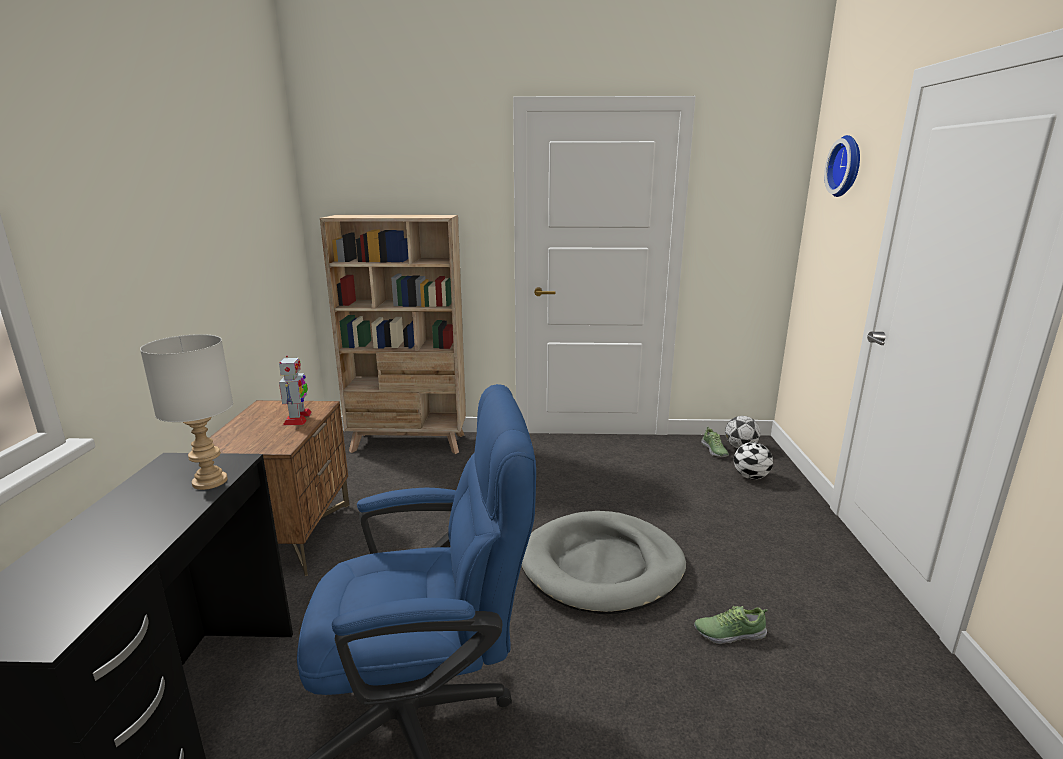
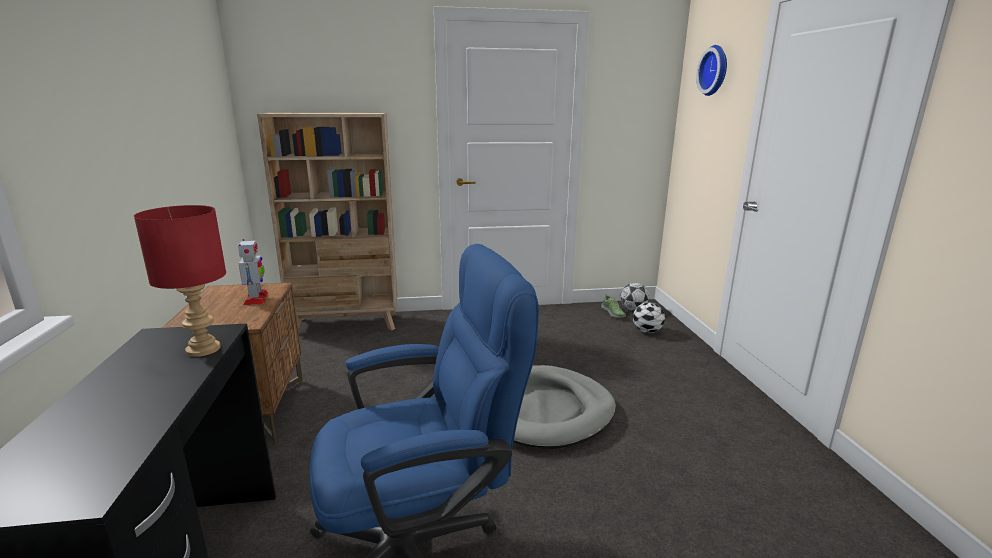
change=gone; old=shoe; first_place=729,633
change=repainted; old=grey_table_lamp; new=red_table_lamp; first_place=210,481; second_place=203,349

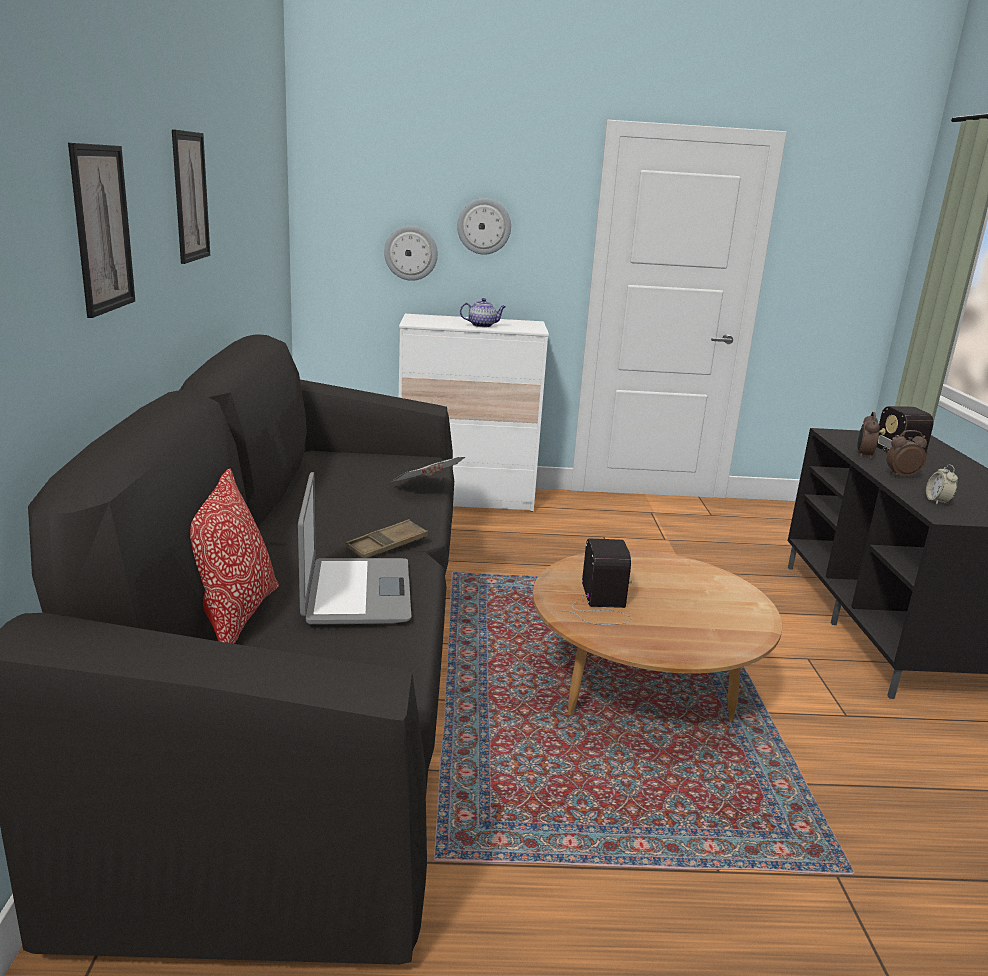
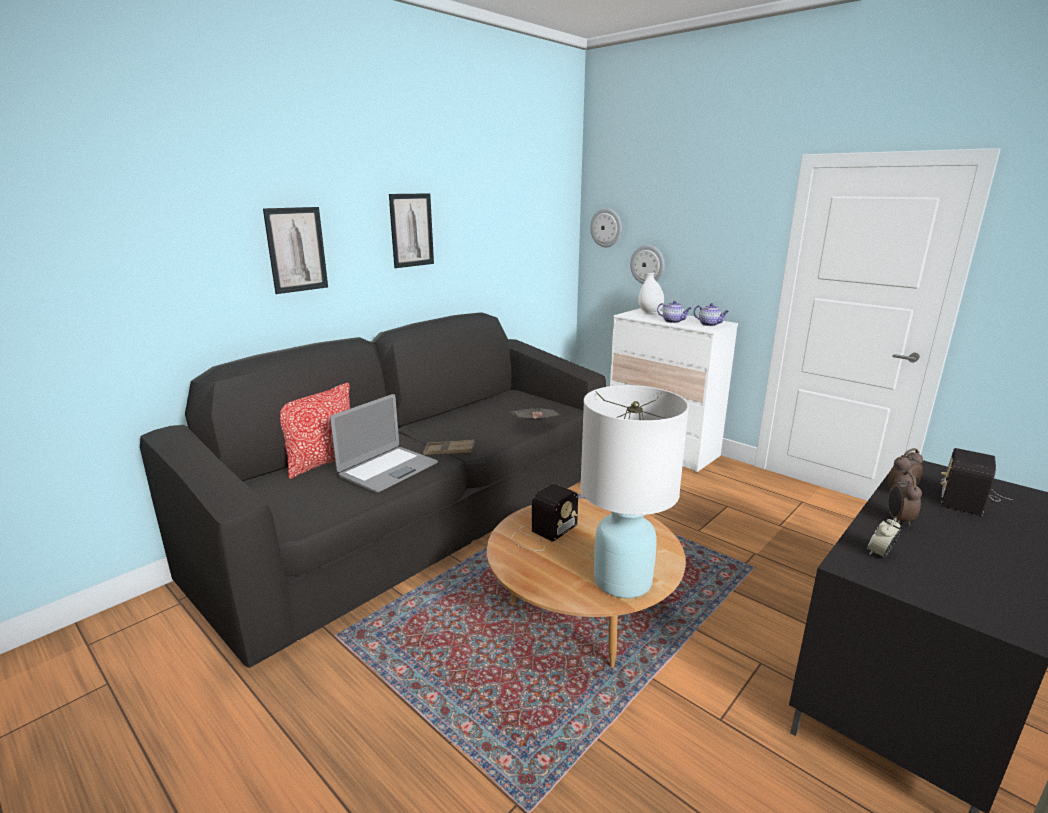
change=new; new=white_table_lamp; second_place=622,581
change=new; new=white_vase; second_place=650,313
change=new; new=teapot; second_place=710,324
change=shifted; old=wall_clock; first_place=484,226; second_place=606,227
change=rotated; old=alarm_clock; first_place=901,476; second_place=898,520; degrees=-120

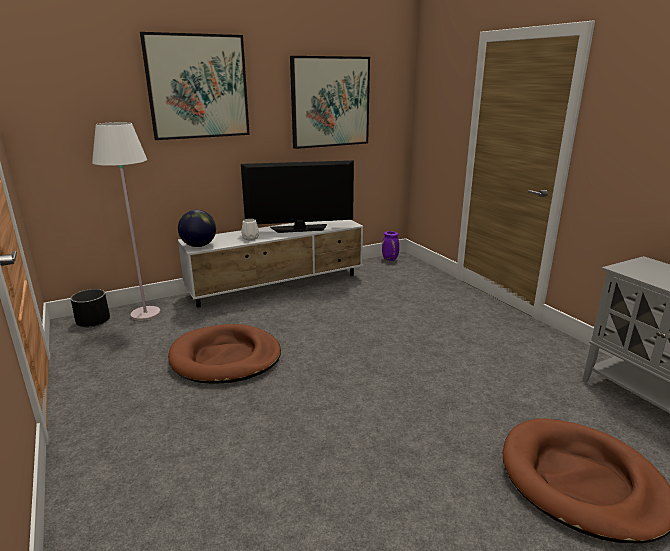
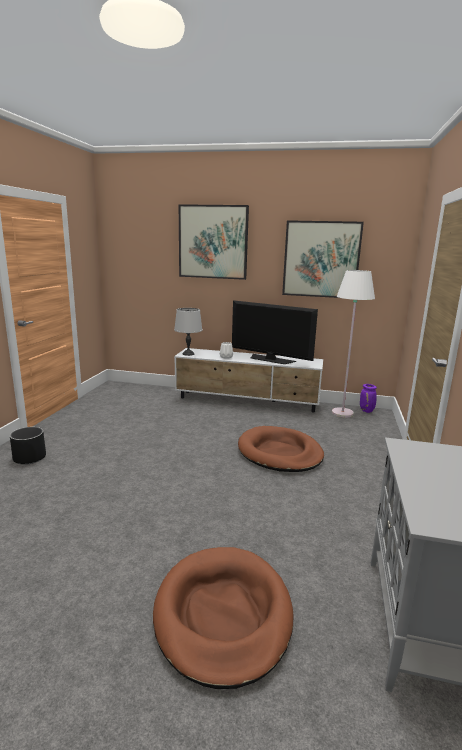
change=shifted; old=black_planter; first_place=93,321; second_place=30,458
change=shifted; old=white_floor_lamp; first_place=145,314; second_place=342,413
change=shifted; old=brown_dog_bed; first_place=225,358; second_place=279,453
change=swapped; old=globe; new=grey_table_lamp; first_place=199,246; second_place=188,354

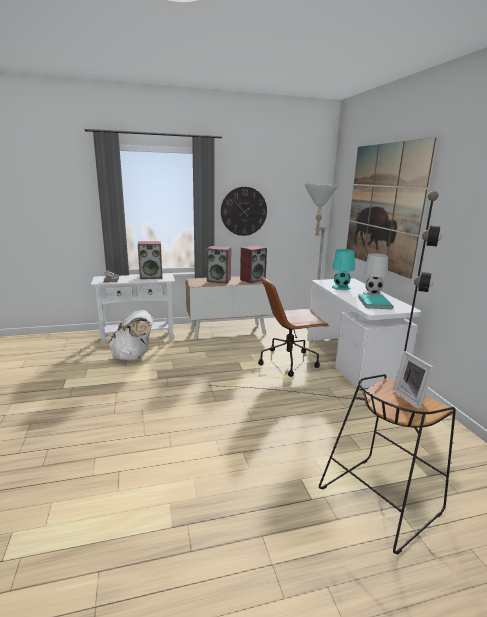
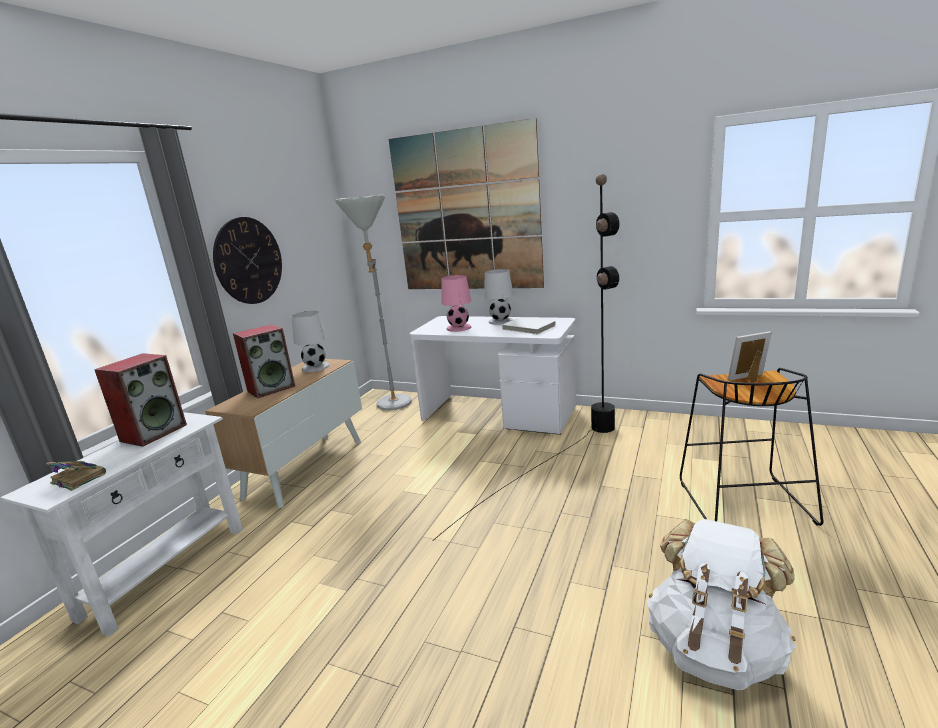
change=gone; old=brown_office_chair; first_place=289,361
change=shifted; old=white_backpack; first_place=134,356; second_place=715,649
change=swapped; old=speaker; new=white_table_lamp; first_place=252,279; second_place=315,367
change=repainted; old=turquoise_table_lamp; new=pink_table_lamp; first_place=341,287; second_place=459,328
change=repainted; old=turquoise_book; new=white_book; first_place=373,303; second_place=528,328
change=rotated; old=picture_frame; first_place=410,398; second_place=750,379; degrees=150

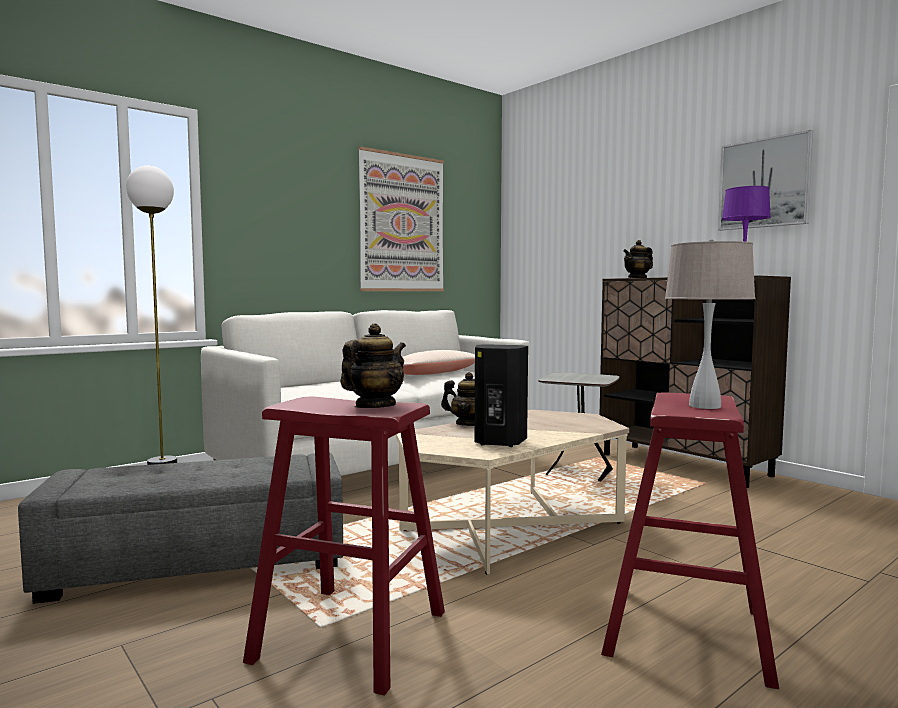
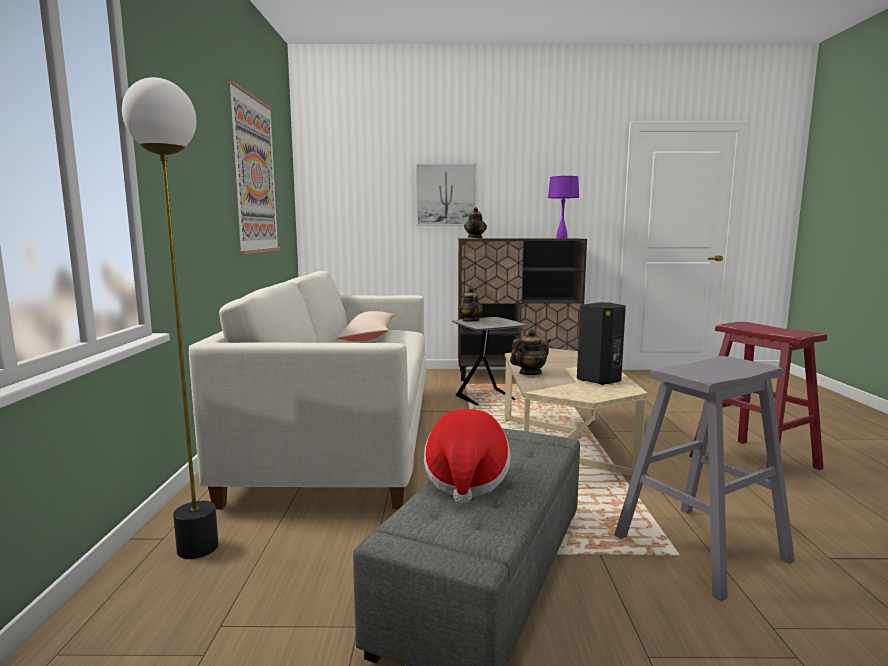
change=gone; old=beige_table_lamp; first_place=704,406
change=new; new=hat; second_place=466,480
change=shifted; old=teapot; first_place=374,406; second_place=470,320
change=shifted; old=picture; first_place=764,183; second_place=446,195
change=repainted; old=red_stool; new=grey_stool; first_place=350,636; second_place=700,549

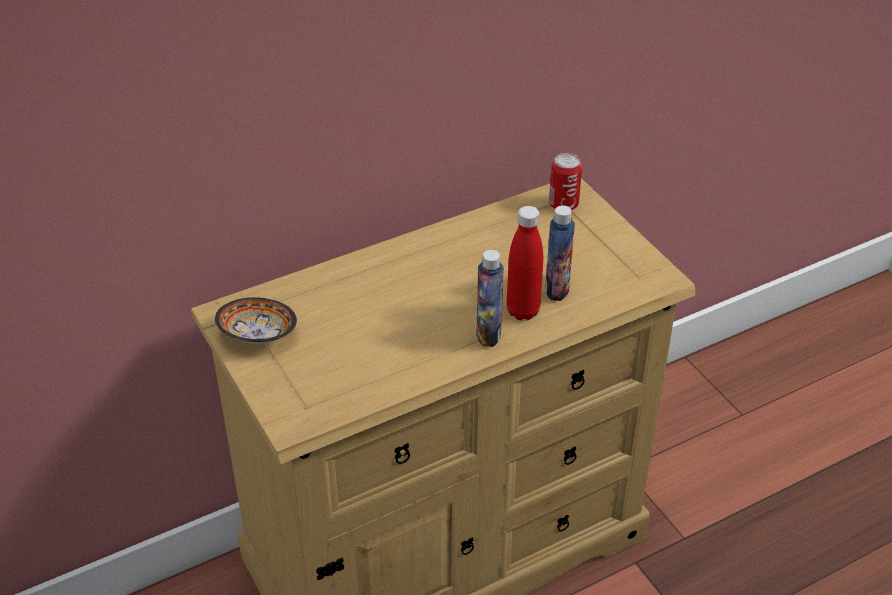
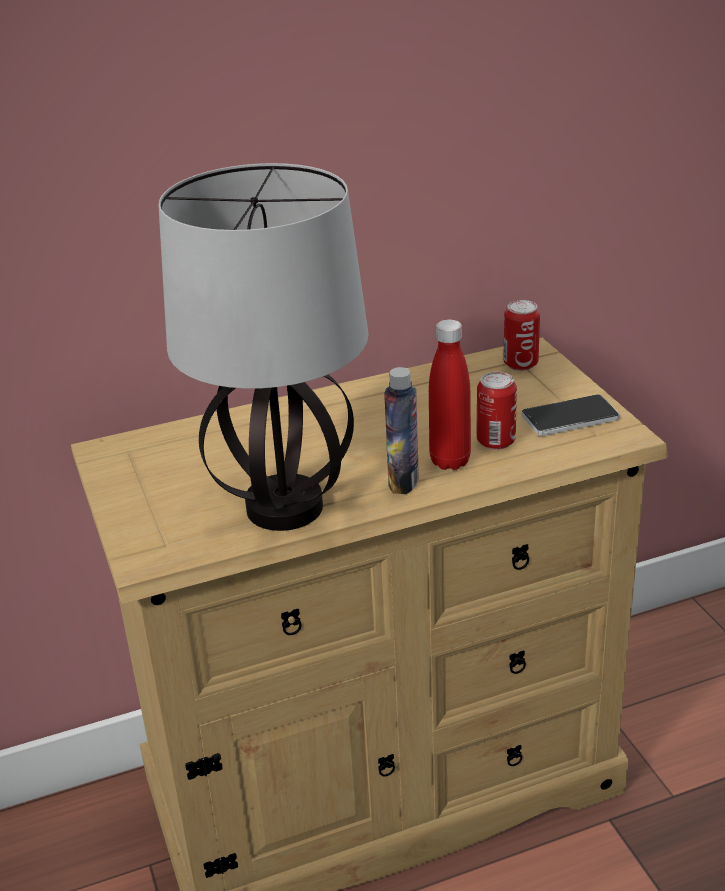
change=gone; old=bowl; first_place=258,335
change=new; new=table_lamp; second_place=287,508
change=new; new=phone; second_place=569,418
change=swapped; old=bottle; new=can; first_place=557,289; second_place=496,441

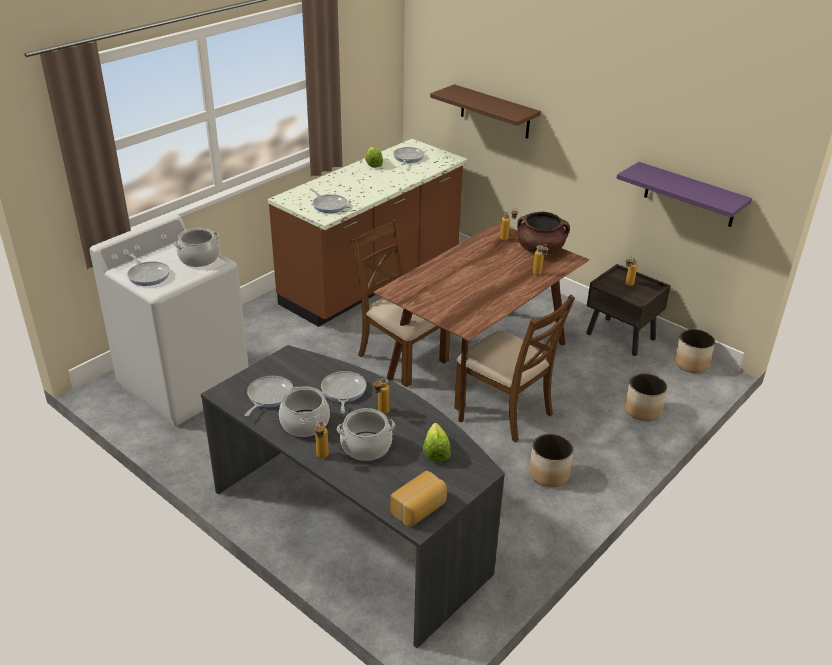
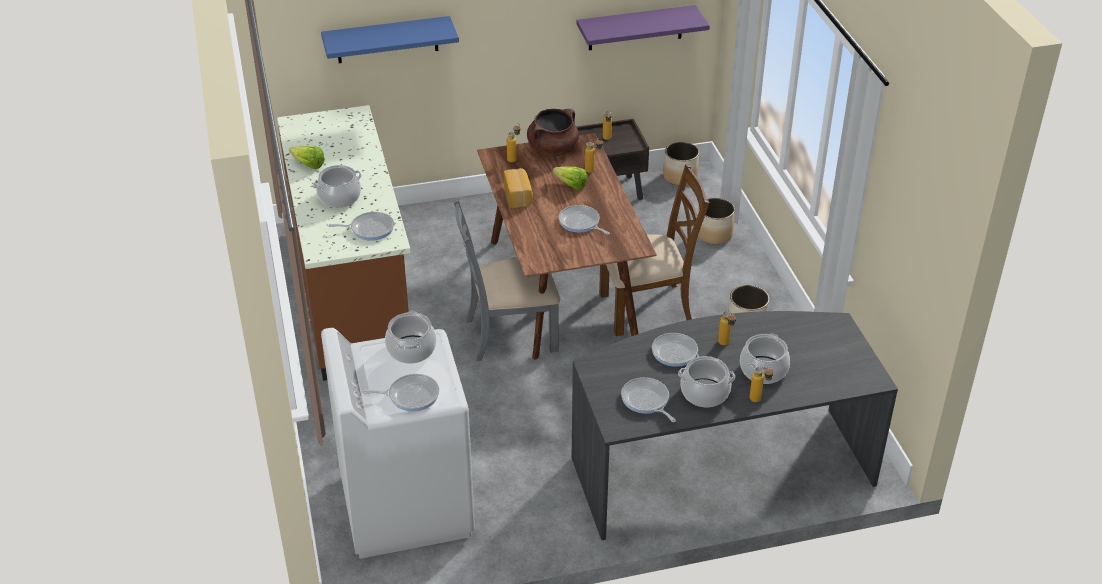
change=new; new=cooking_pot; second_place=339,198
change=shifted; old=bread; first_place=419,509; second_place=518,196
change=shifted; old=frying_pan; first_place=408,158; second_place=580,223
change=shifted; old=lettuce; first_place=436,450; second_place=569,184
change=repainted; old=brown_chair; new=grey_chair; first_place=401,358; second_place=509,334
change=repainted; old=brown_shelf; new=blue_shelf; first_place=495,112; second_place=387,40

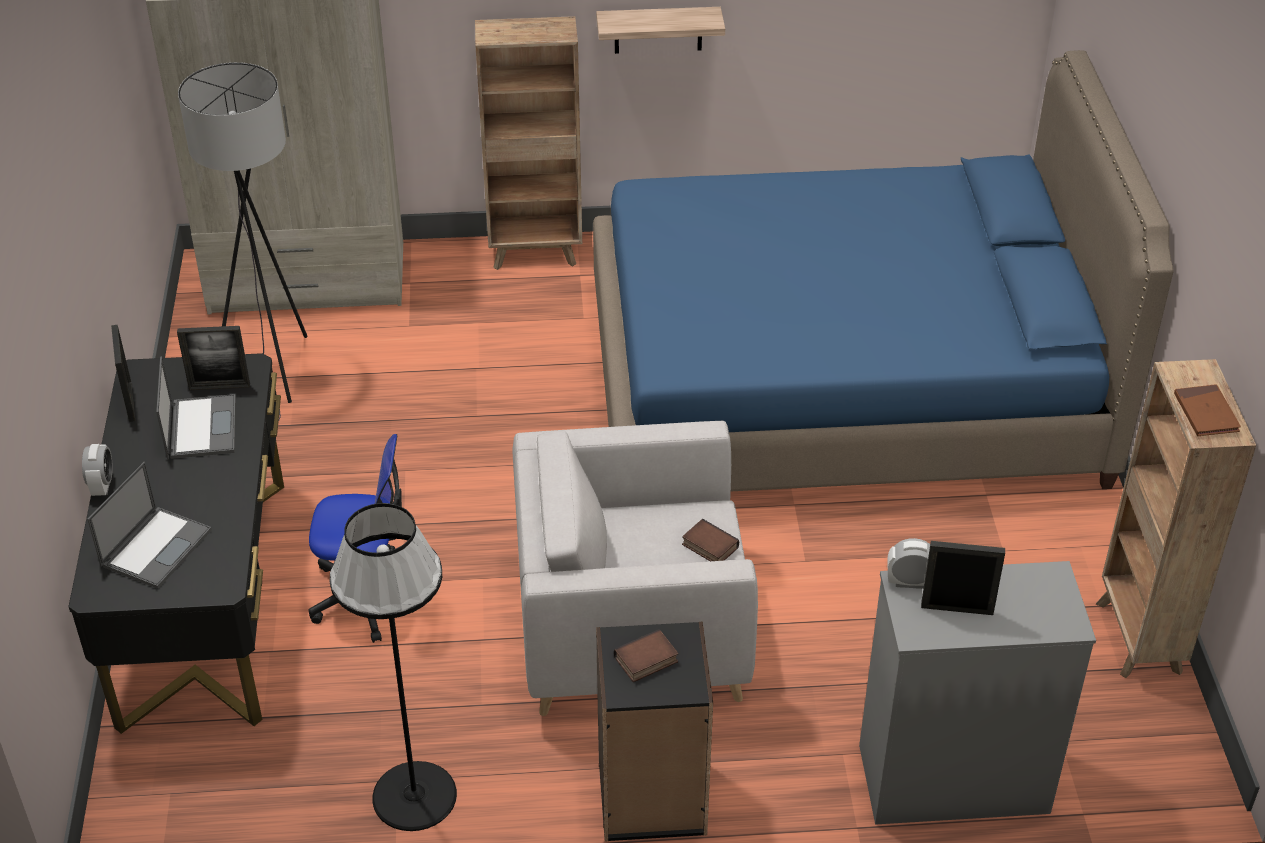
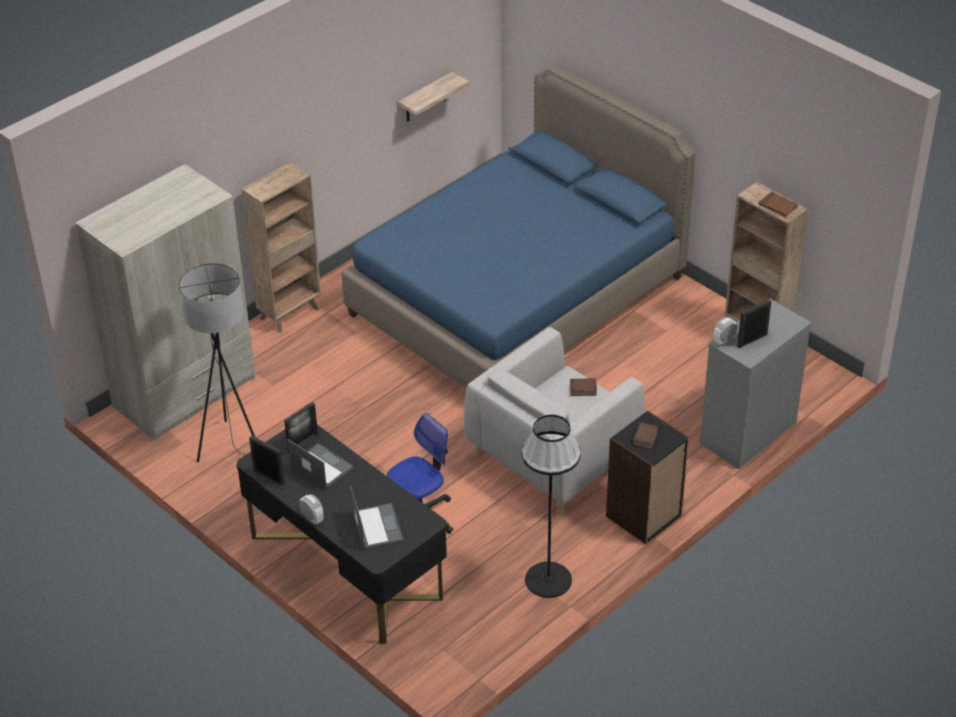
change=shifted; old=shelf; first_place=658,30; second_place=425,98

